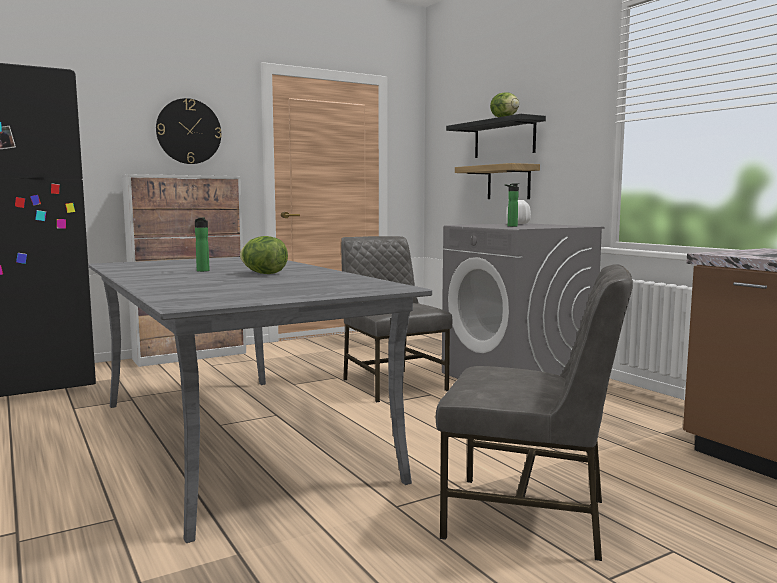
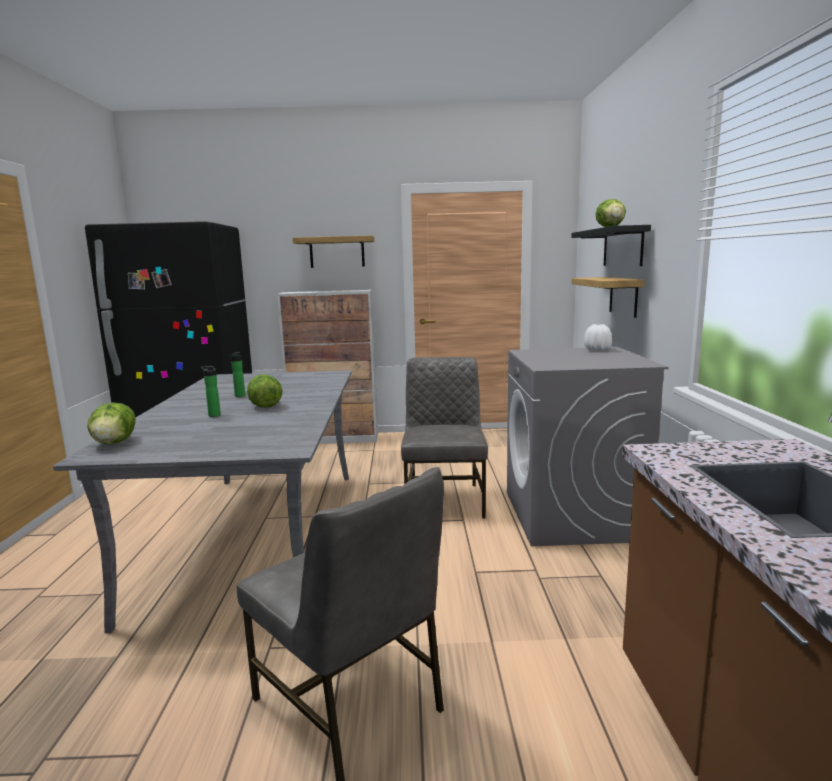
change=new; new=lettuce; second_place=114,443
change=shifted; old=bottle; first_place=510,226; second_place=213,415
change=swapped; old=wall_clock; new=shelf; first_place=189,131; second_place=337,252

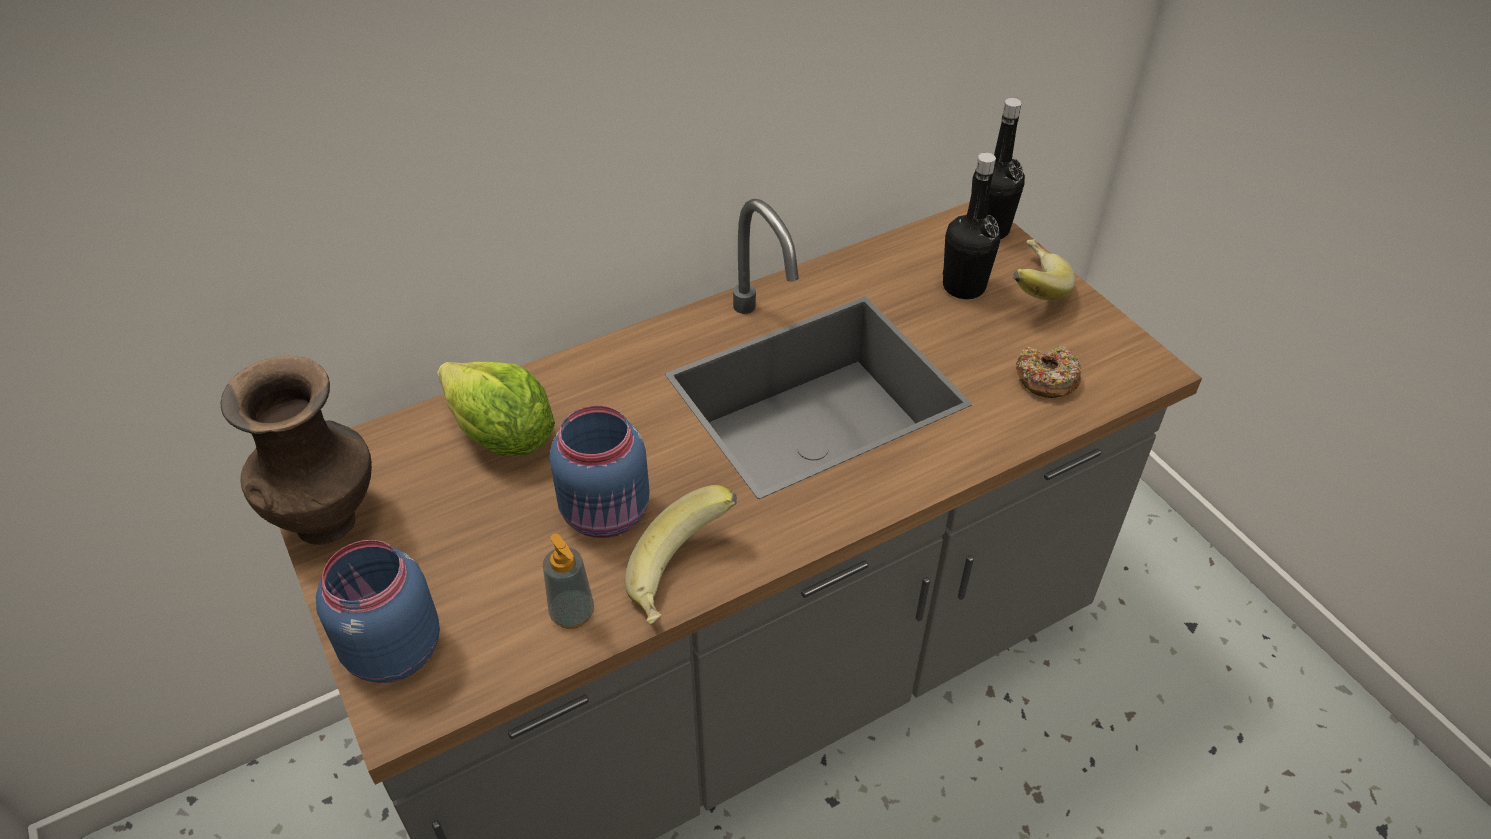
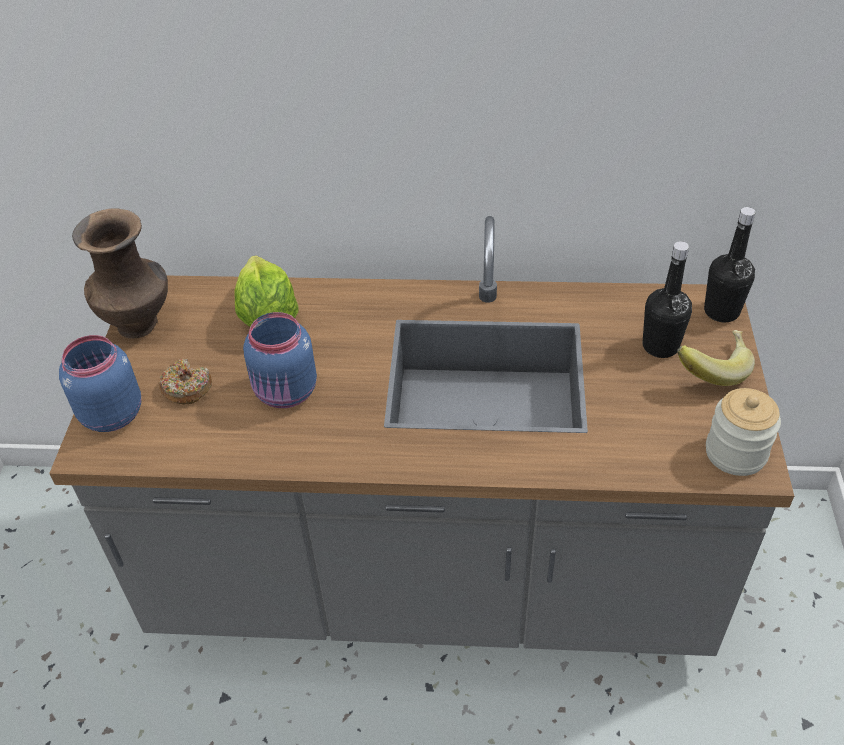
change=gone; old=soap_dispenser; first_place=572,613
change=gone; old=banana; first_place=684,578
change=new; new=jar; second_place=735,453
change=shifted; old=donut; first_place=1046,379; second_place=187,388

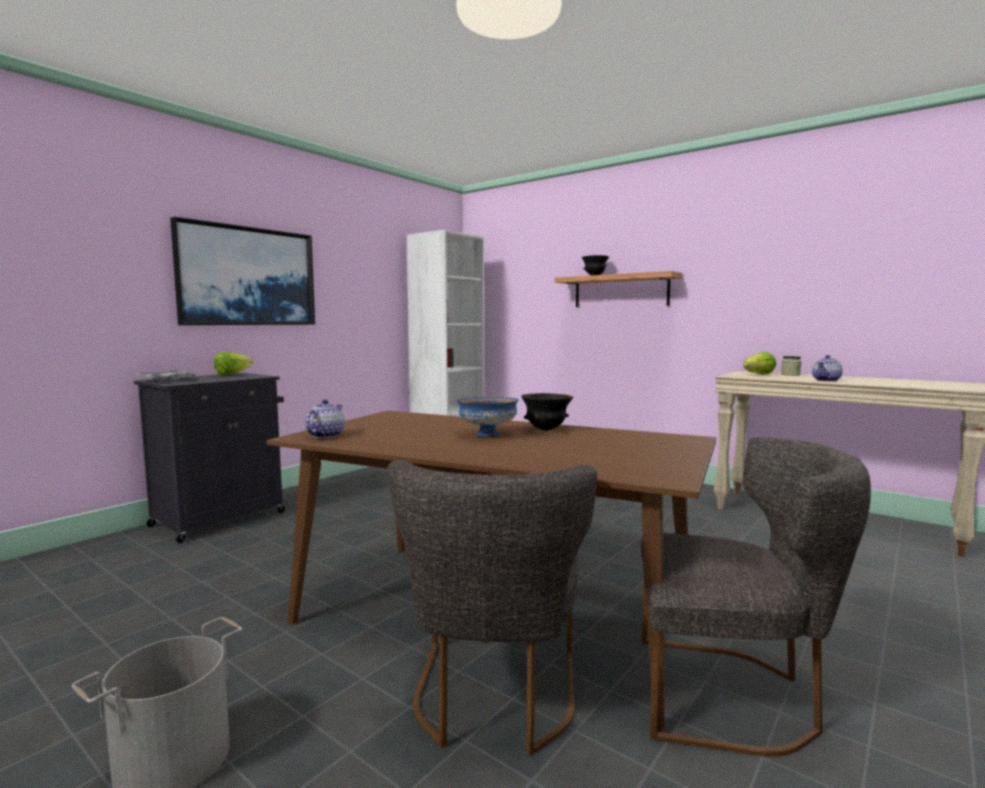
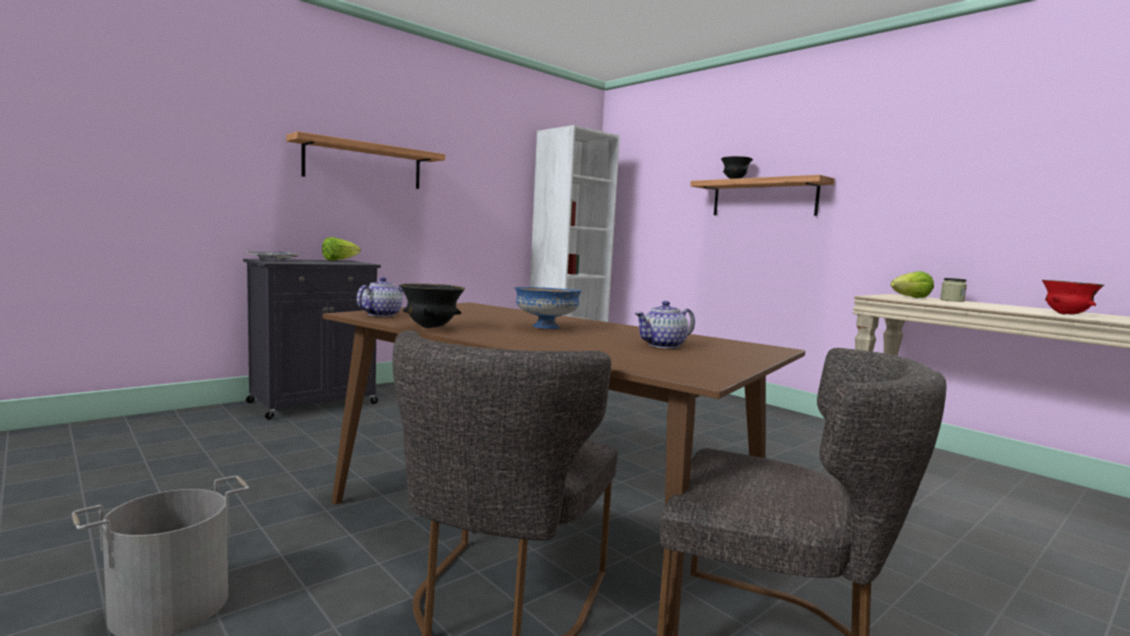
change=new; new=red_bowl; second_place=1066,314
change=shifted; old=black_bowl; first_place=546,430; second_place=431,328
change=shifted; old=teapot; first_place=826,380; second_place=663,345
change=swapped; old=picture; new=shelf; first_place=248,276; second_place=364,164

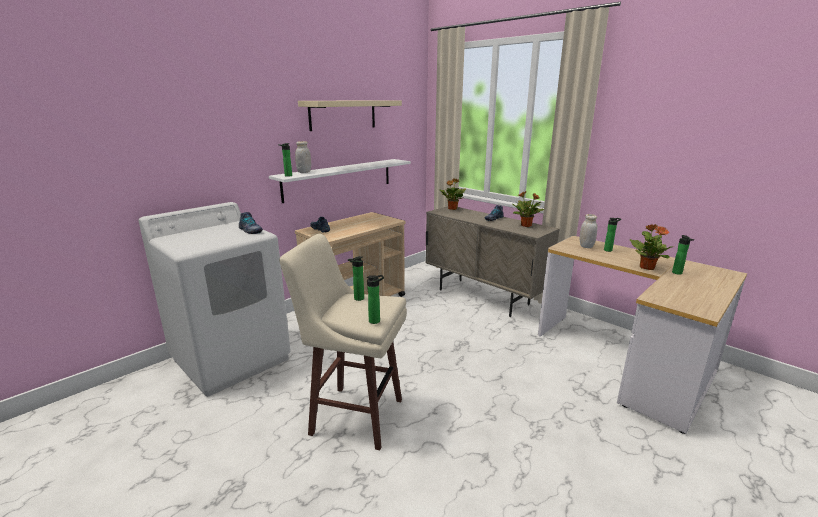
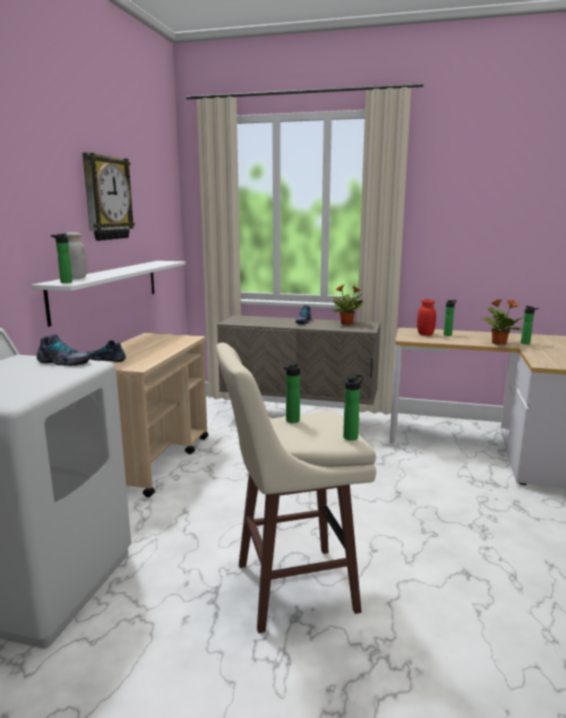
change=gone; old=potted_plant; first_place=452,209
change=swapped; old=beige_shelf; new=wall_clock; first_place=343,115; second_place=106,198
change=repainted; old=white_jar; new=red_jar; first_place=586,246; second_place=425,334

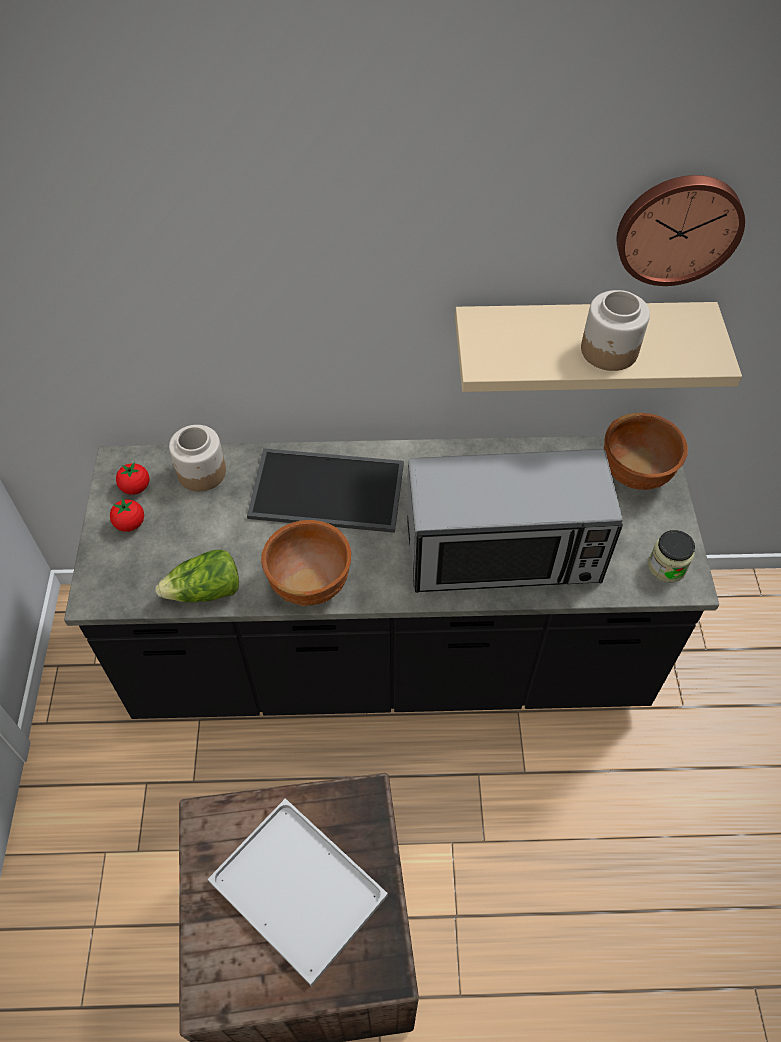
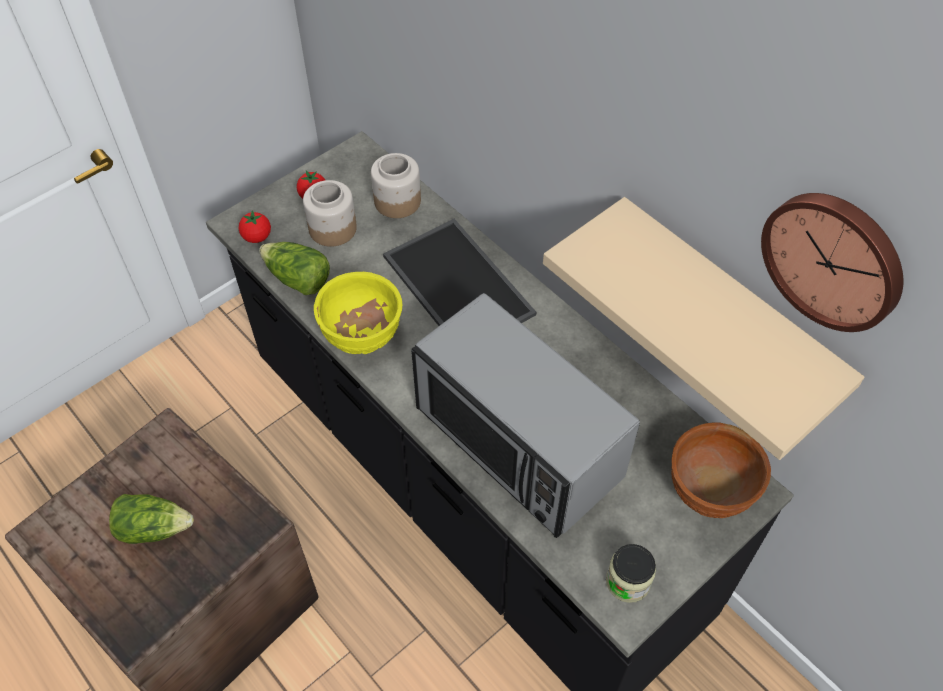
change=shifted; old=tomato; first_place=136,487; second_place=257,237
change=shifted; old=jar; first_place=609,351; second_place=332,229
change=swapped; old=white_tray; new=lettuce; first_place=294,888; second_place=154,527
change=repainted; old=brown_bowl; new=yellow_bowl; first_place=311,583; second_place=363,335

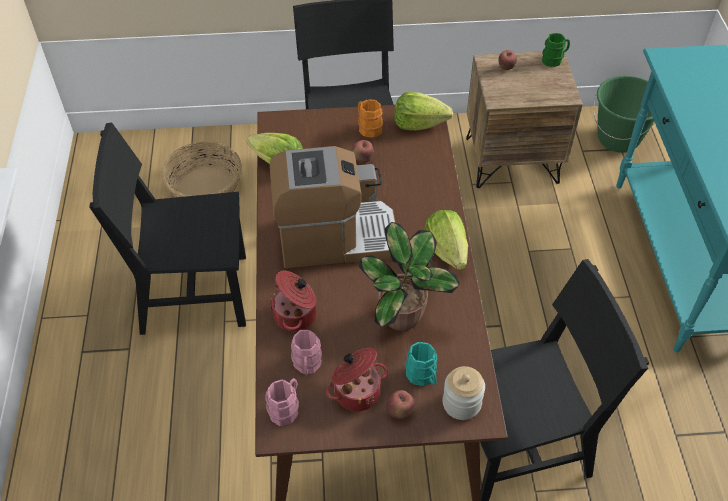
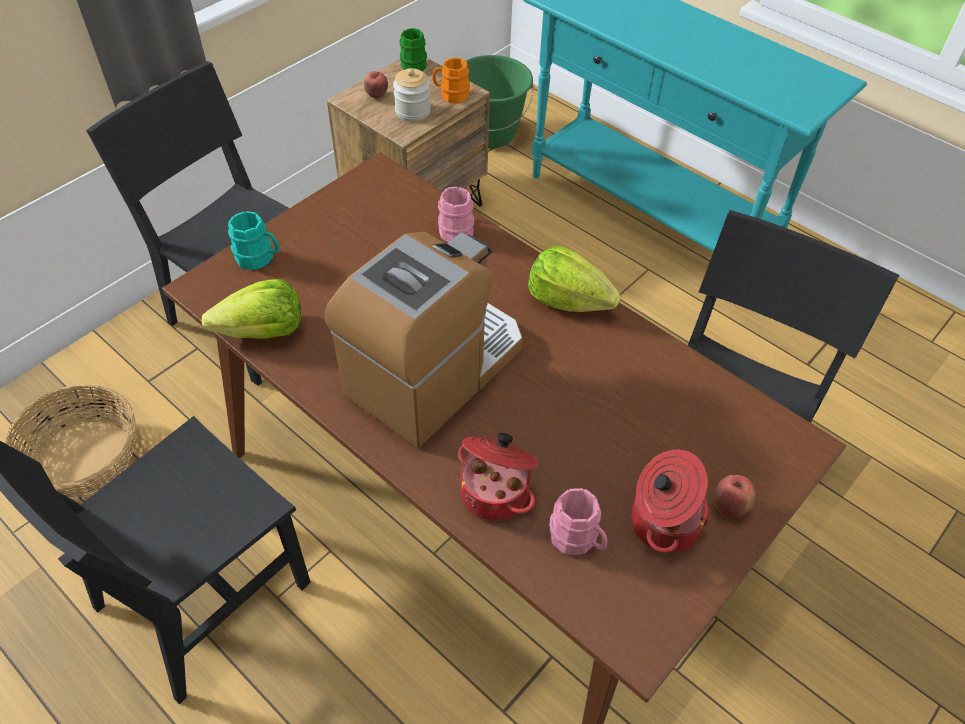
change=gone; old=apple; first_place=362,160
change=gone; old=potted_plant; first_place=403,318
change=gone; old=lettuce; first_place=419,124
change=shifted; old=pink_mug; first_place=286,408; second_place=455,228
change=shifted; old=orange_mug; first_place=368,127; second_place=451,95
change=shifted; old=turquoise_mug; first_place=423,377; second_place=259,259
change=shifted; old=jar; first_place=461,403; second_place=412,112

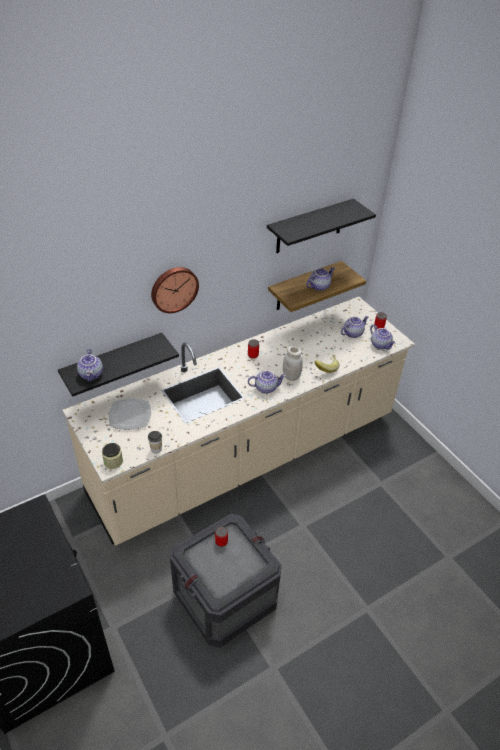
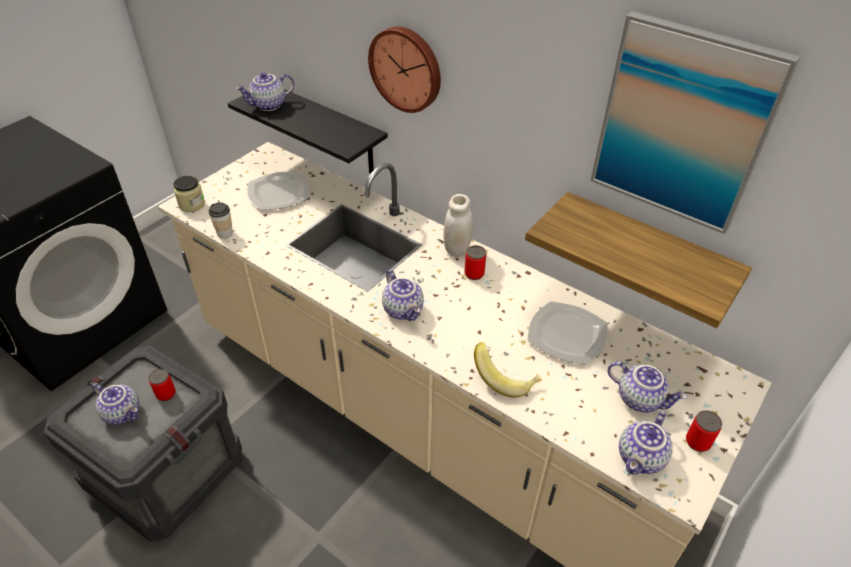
change=new; new=plate; second_place=566,334
change=shifted; old=white_jar; first_place=291,376; second_place=457,249
change=shifted; old=teapot; first_place=319,286; second_place=123,412
change=swapped; old=black_shelf; new=picture; first_place=309,226; second_place=682,124

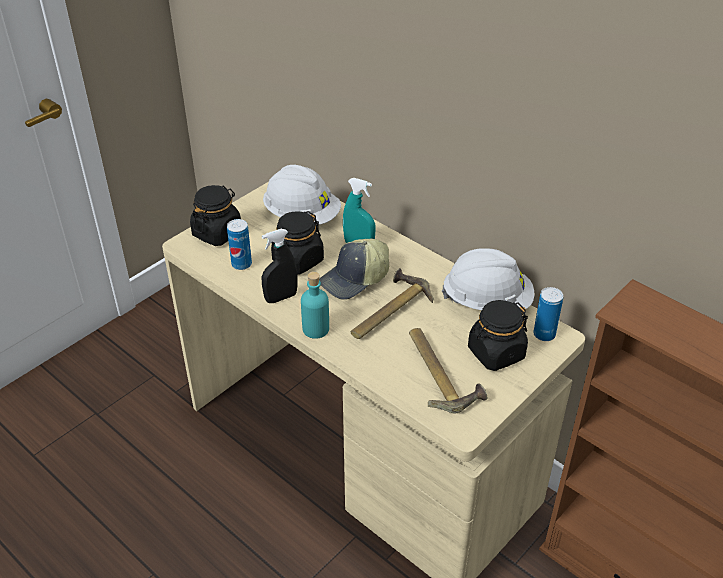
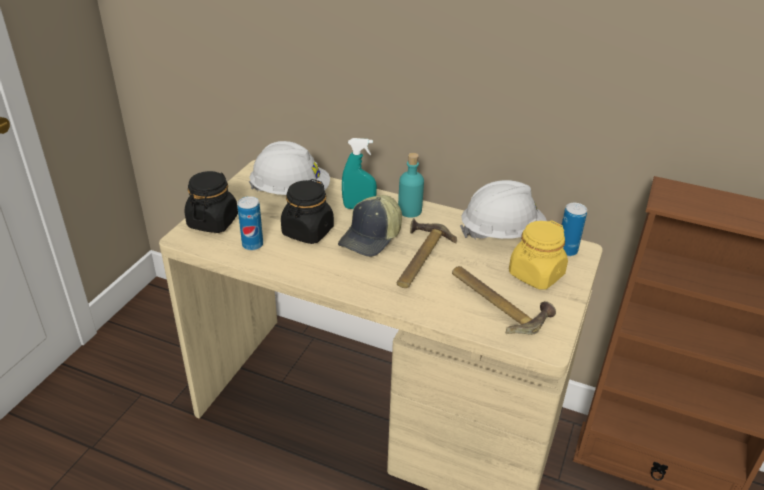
change=gone; old=black_spray_bottle; first_place=281,297
change=shifted; old=turquoise_bottle; first_place=316,329; second_place=410,211
change=repainted; old=black_jar; new=yellow_jar; first_place=495,353; second_place=536,275

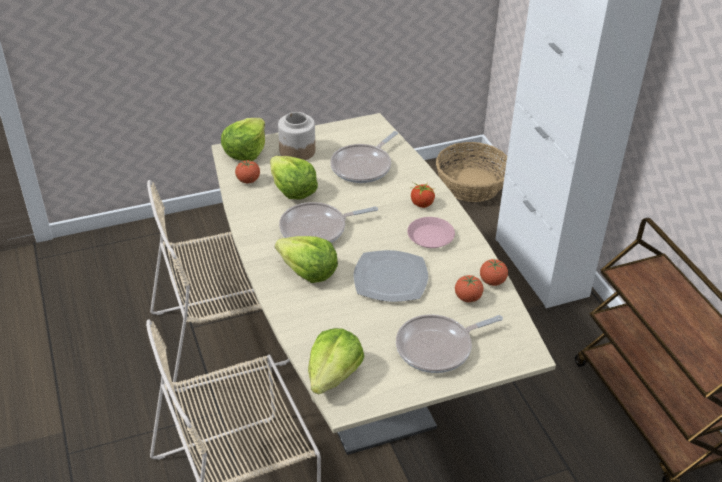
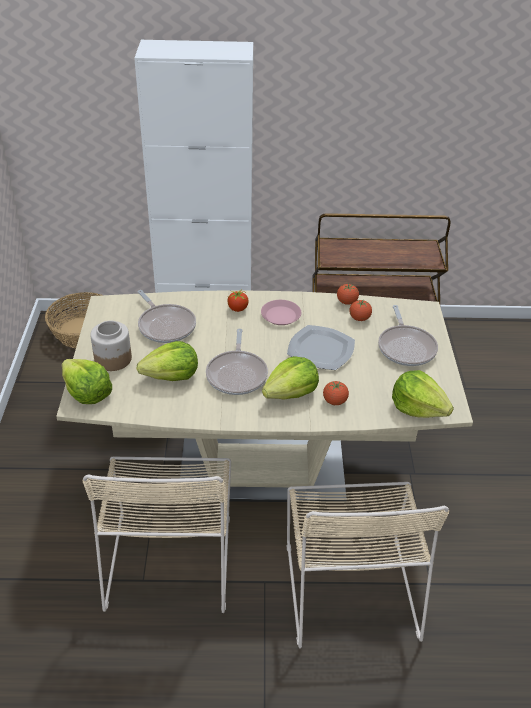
change=shifted; old=tomato; first_place=248,180; second_place=334,401

